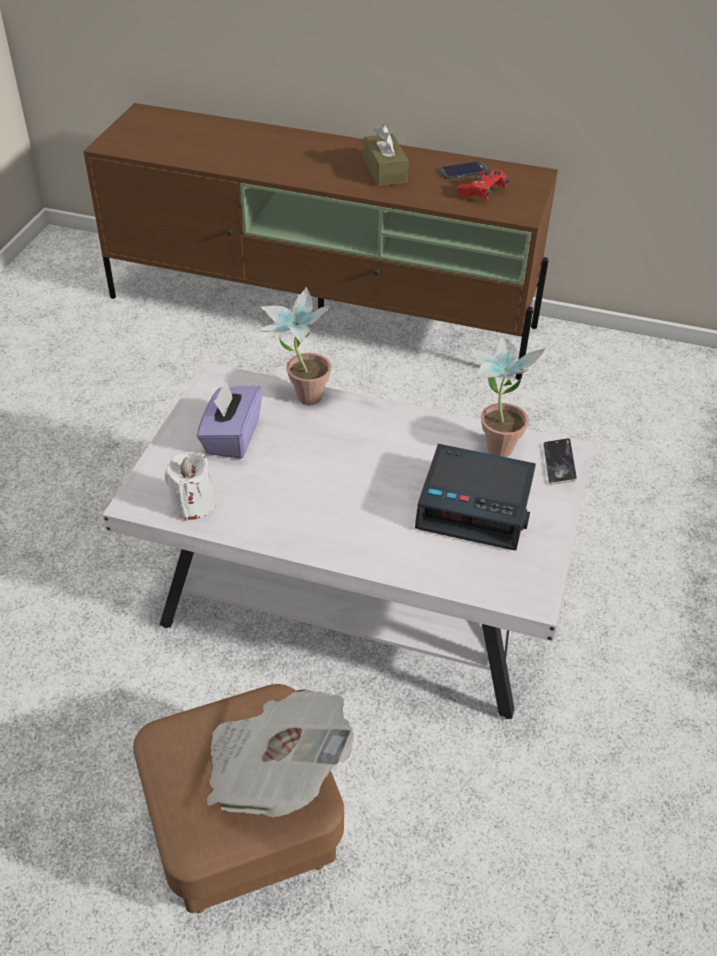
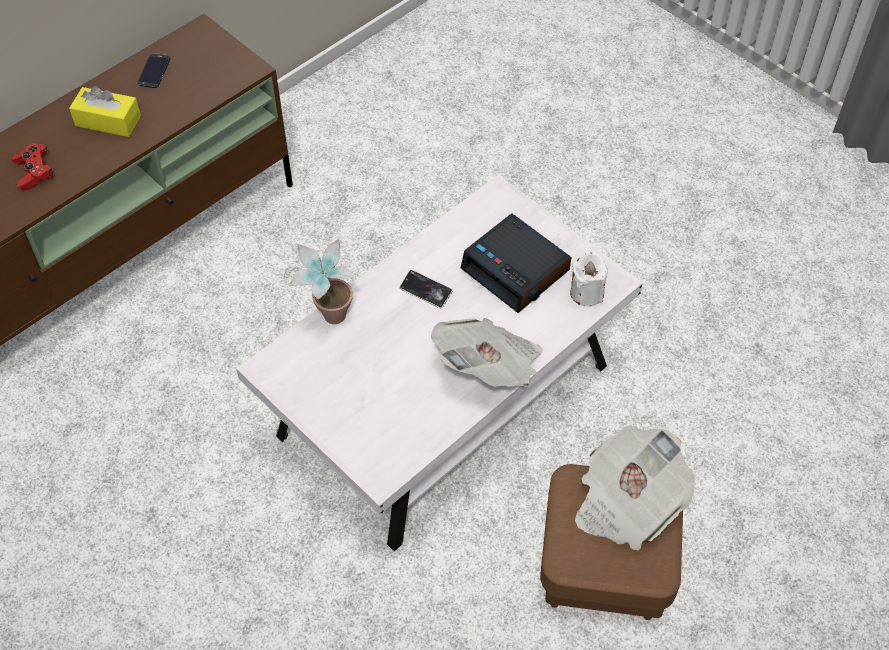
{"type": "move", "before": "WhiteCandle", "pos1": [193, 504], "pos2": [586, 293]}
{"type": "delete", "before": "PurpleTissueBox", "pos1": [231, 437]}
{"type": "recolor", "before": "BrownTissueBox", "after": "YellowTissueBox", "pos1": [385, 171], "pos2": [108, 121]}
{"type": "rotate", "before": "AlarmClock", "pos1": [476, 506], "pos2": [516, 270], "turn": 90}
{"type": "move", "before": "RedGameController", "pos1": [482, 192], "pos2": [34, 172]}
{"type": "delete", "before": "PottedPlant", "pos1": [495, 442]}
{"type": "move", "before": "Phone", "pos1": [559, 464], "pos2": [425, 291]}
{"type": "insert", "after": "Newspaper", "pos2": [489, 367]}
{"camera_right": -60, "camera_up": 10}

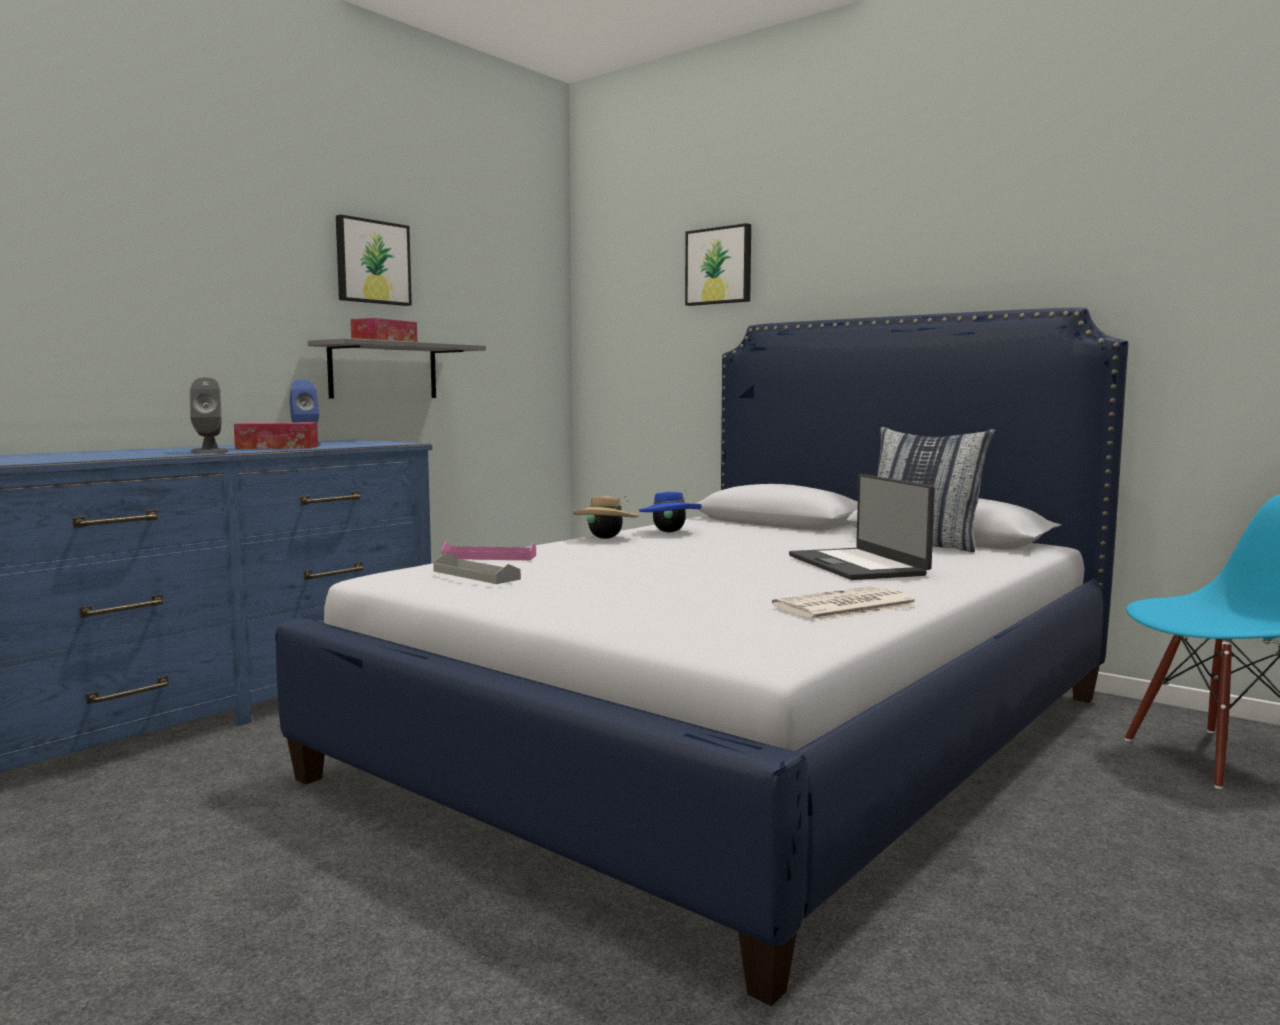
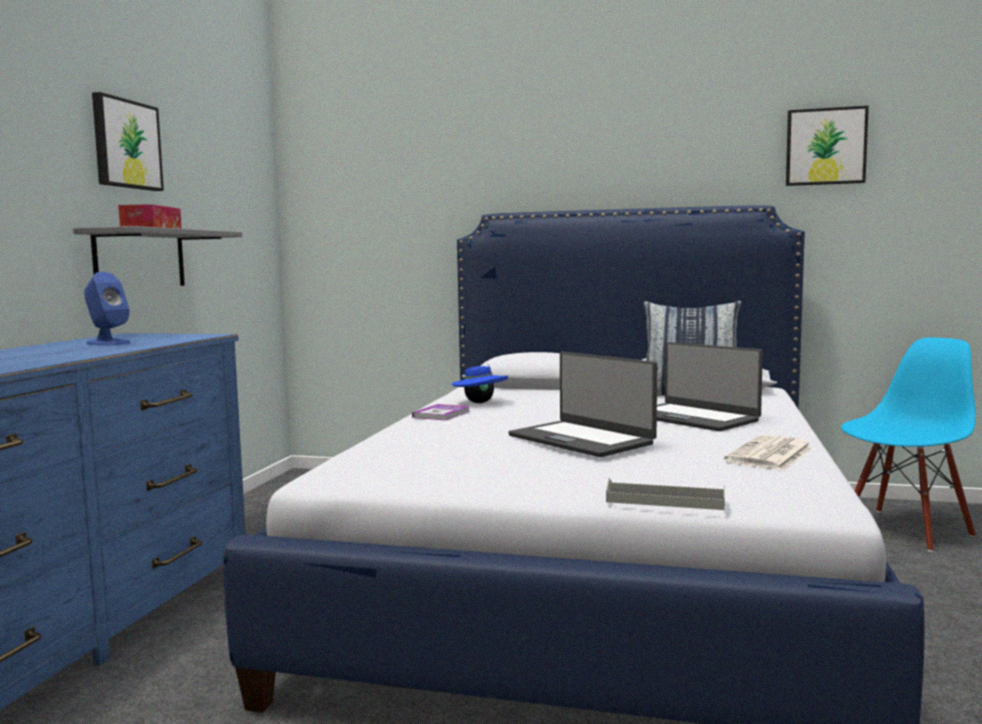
{"type": "delete", "before": "GreySpeaker", "pos1": [209, 452]}
{"type": "delete", "before": "TissueBox", "pos1": [277, 447]}
{"type": "move", "before": "GreyTray", "pos1": [476, 575], "pos2": [665, 500]}
{"type": "delete", "before": "PinkTray", "pos1": [489, 557]}
{"type": "replace", "before": "BeigeHat", "after": "Book", "pos1": [606, 538], "pos2": [441, 414]}
{"type": "move", "before": "Picture", "pos1": [719, 266], "pos2": [825, 147]}
{"type": "insert", "after": "Laptop", "pos2": [581, 439]}
{"camera_right": -25, "camera_up": 0}

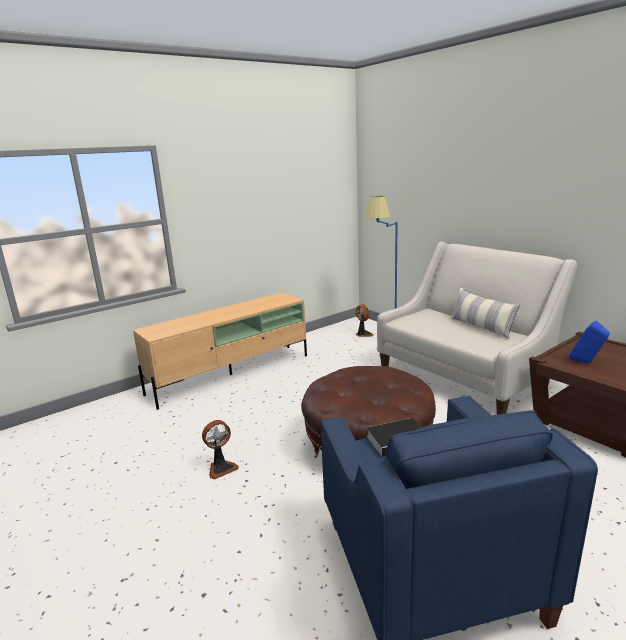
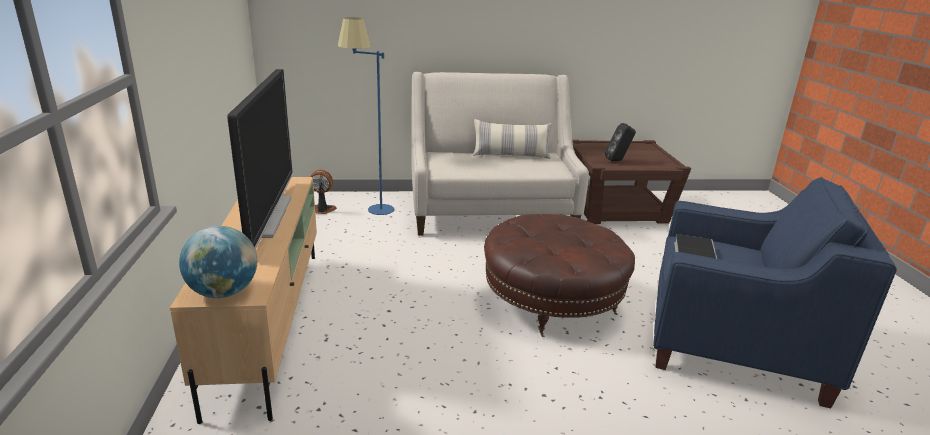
{"type": "delete", "before": "Fan", "pos1": [221, 468]}
{"type": "recolor", "before": "BlueSpeaker", "after": "BlackSpeaker", "pos1": [586, 363], "pos2": [618, 160]}
{"type": "insert", "after": "Globe", "pos2": [224, 292]}
{"type": "insert", "after": "Television", "pos2": [267, 216]}
{"camera_right": -60, "camera_up": 5}

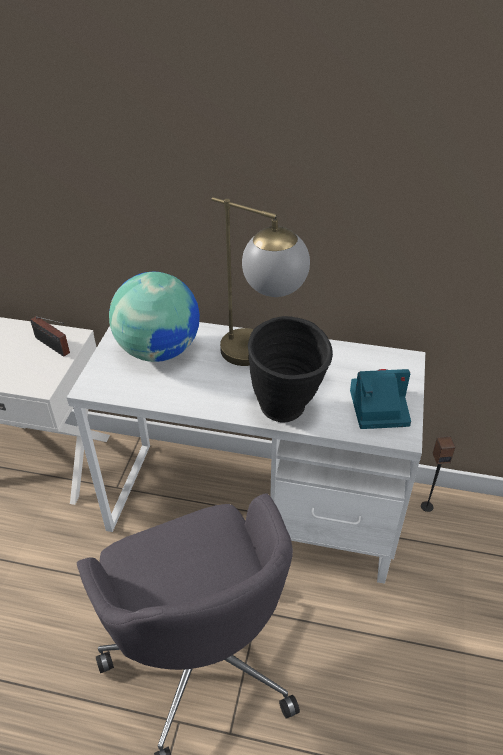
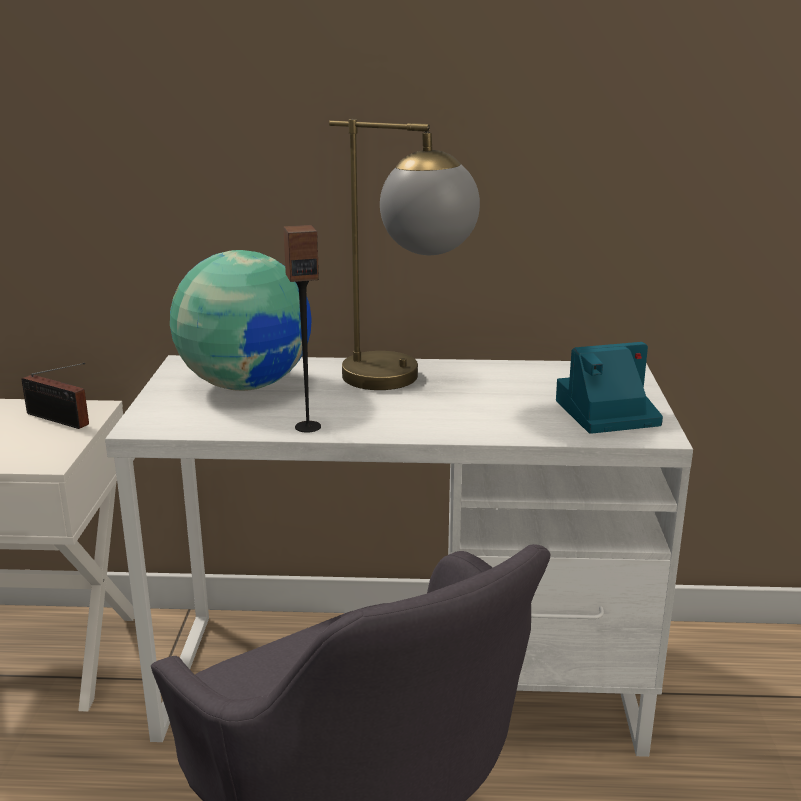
{"type": "delete", "before": "BlackVase", "pos1": [287, 413]}
{"type": "move", "before": "Speaker", "pos1": [426, 506], "pos2": [308, 427]}
{"camera_right": -10, "camera_up": -20}

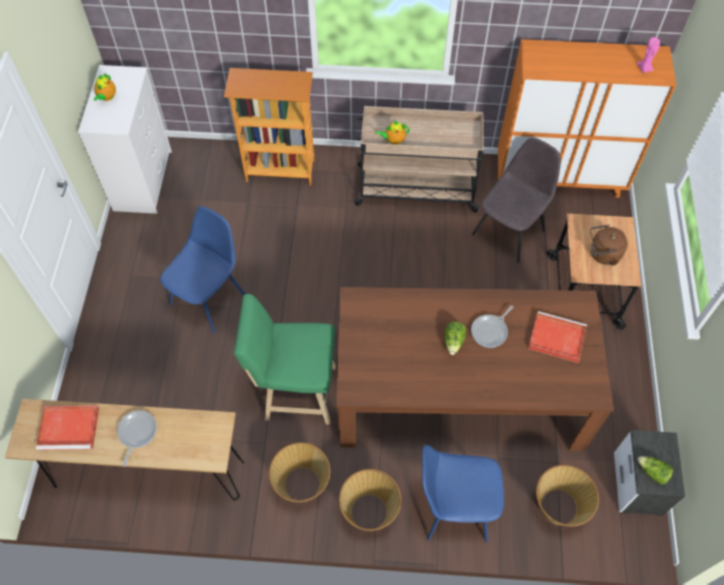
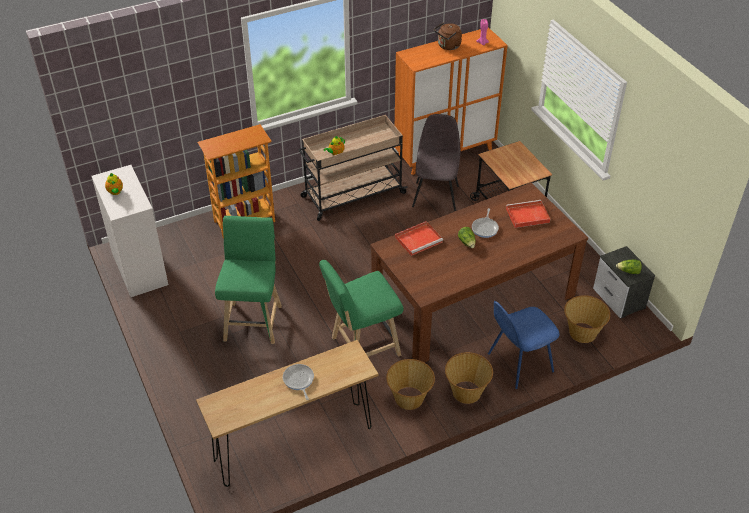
{"type": "move", "before": "RedTray", "pos1": [70, 428], "pos2": [419, 239]}
{"type": "replace", "before": "BlueChair", "after": "GreenStool", "pos1": [209, 299], "pos2": [253, 320]}
{"type": "move", "before": "BrownKettle", "pos1": [602, 254], "pos2": [448, 46]}
{"camera_right": -30, "camera_up": -15}

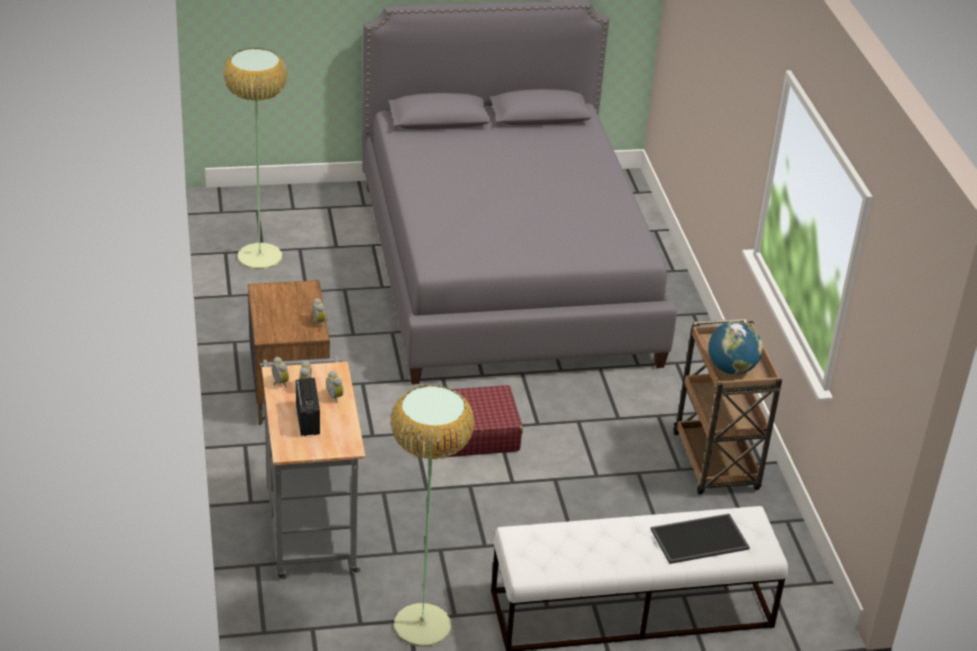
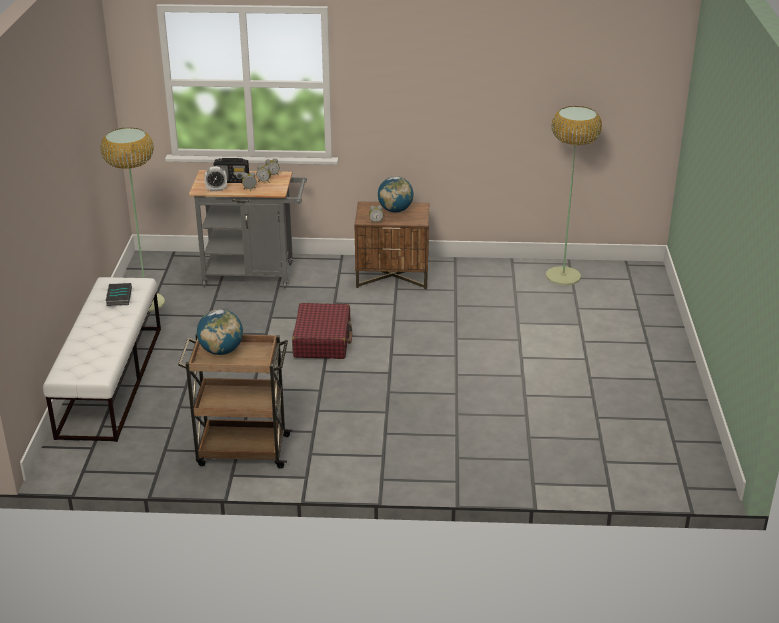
{"type": "delete", "before": "GreyBed", "pos1": [506, 270]}
{"type": "delete", "before": "Tray", "pos1": [699, 540]}
{"type": "insert", "after": "Book", "pos2": [118, 297]}
{"type": "insert", "after": "AlarmClock", "pos2": [216, 189]}
{"type": "insert", "after": "Globe", "pos2": [395, 210]}
{"camera_right": 105, "camera_up": -5}

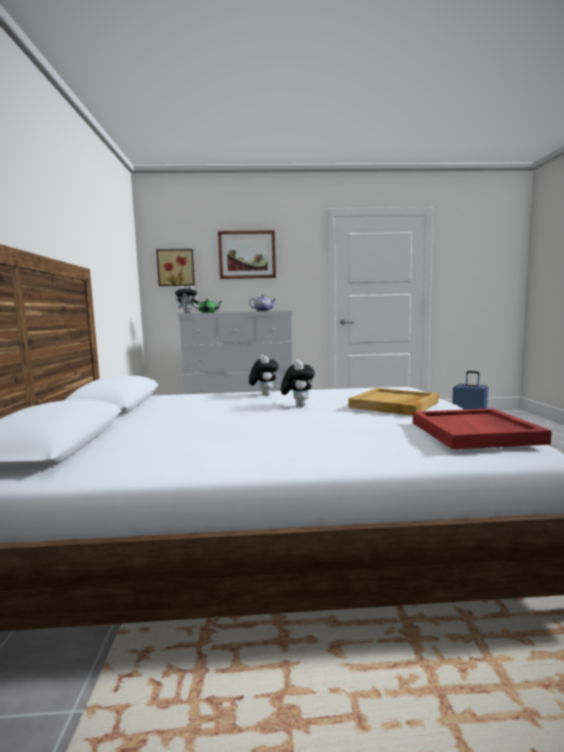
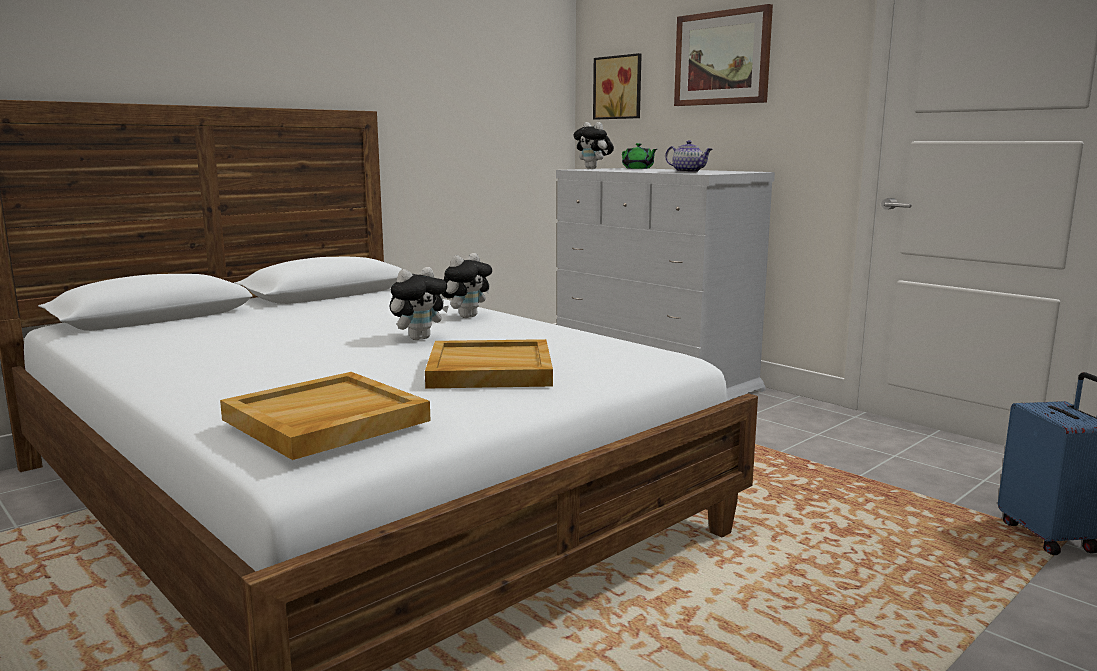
{"type": "recolor", "before": "RedTray", "after": "BeigeTray", "pos1": [476, 433], "pos2": [325, 421]}
{"camera_right": 50, "camera_up": 5}

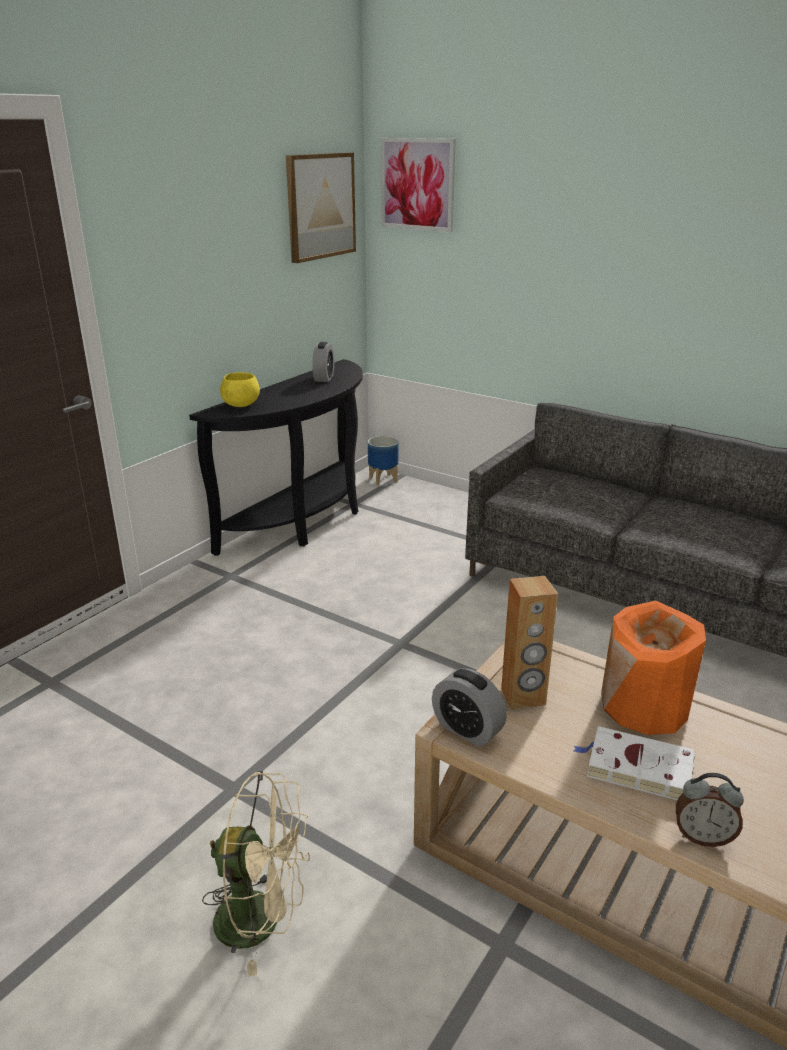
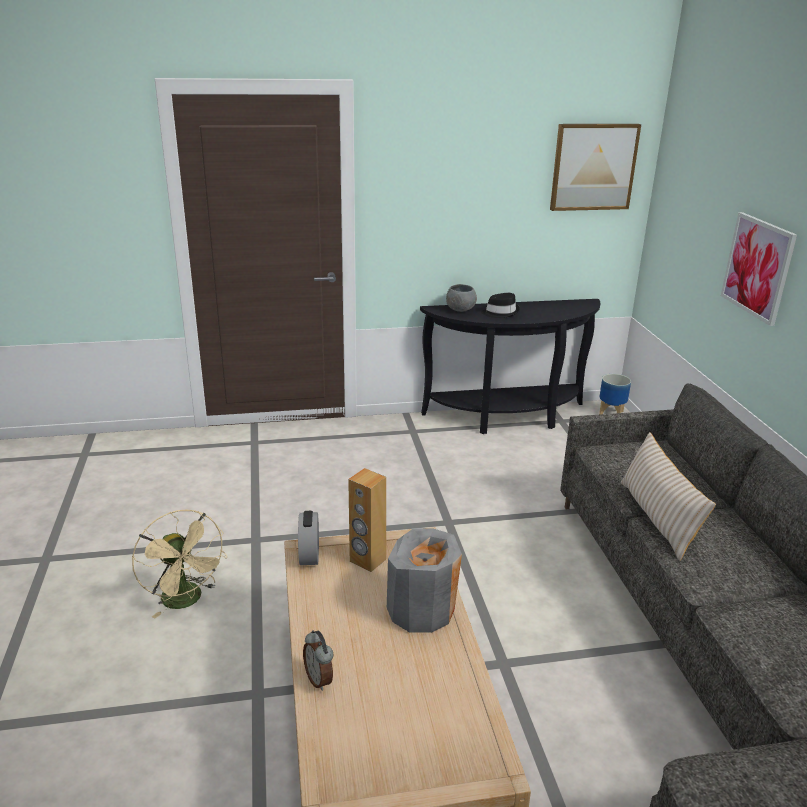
{"type": "recolor", "before": "YellowBowl", "after": "GreyBowl", "pos1": [240, 405], "pos2": [460, 310]}
{"type": "delete", "before": "AlarmClock", "pos1": [324, 378]}
{"type": "move", "before": "Picture", "pos1": [417, 184], "pos2": [758, 267]}
{"type": "delete", "before": "WhiteBook", "pos1": [636, 768]}
{"type": "recolor", "before": "OrangeVase", "after": "GreyVase", "pos1": [644, 705], "pos2": [422, 609]}
{"type": "insert", "after": "BlackHat", "pos2": [500, 312]}
{"type": "insert", "after": "BeigePillow", "pos2": [657, 518]}
{"camera_right": 45, "camera_up": 0}

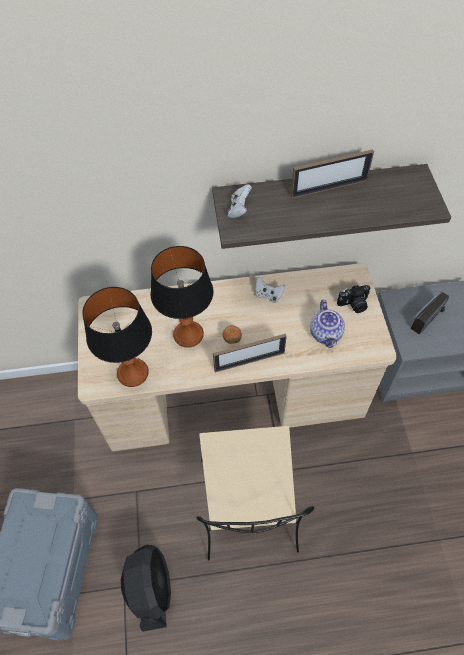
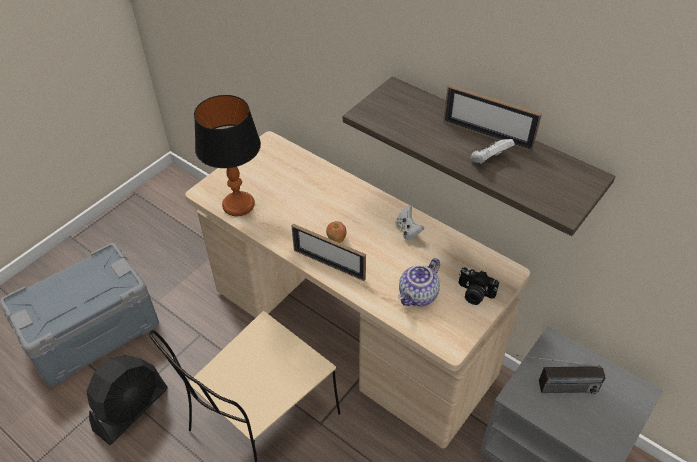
{"type": "delete", "before": "TableLamp", "pos1": [189, 334]}
{"type": "move", "before": "WhiteGameController", "pos1": [239, 209], "pos2": [489, 160]}
{"camera_right": 45, "camera_up": -10}

